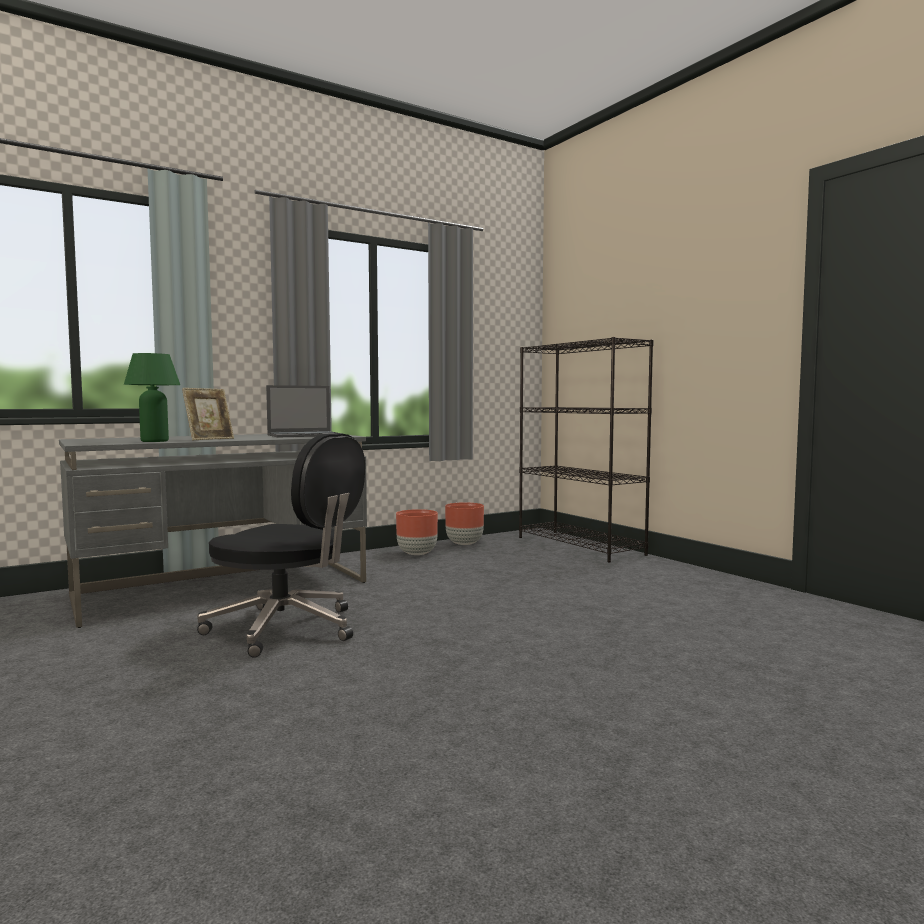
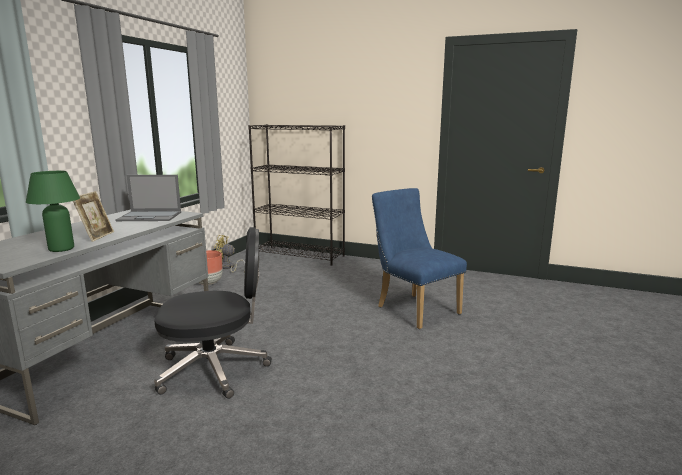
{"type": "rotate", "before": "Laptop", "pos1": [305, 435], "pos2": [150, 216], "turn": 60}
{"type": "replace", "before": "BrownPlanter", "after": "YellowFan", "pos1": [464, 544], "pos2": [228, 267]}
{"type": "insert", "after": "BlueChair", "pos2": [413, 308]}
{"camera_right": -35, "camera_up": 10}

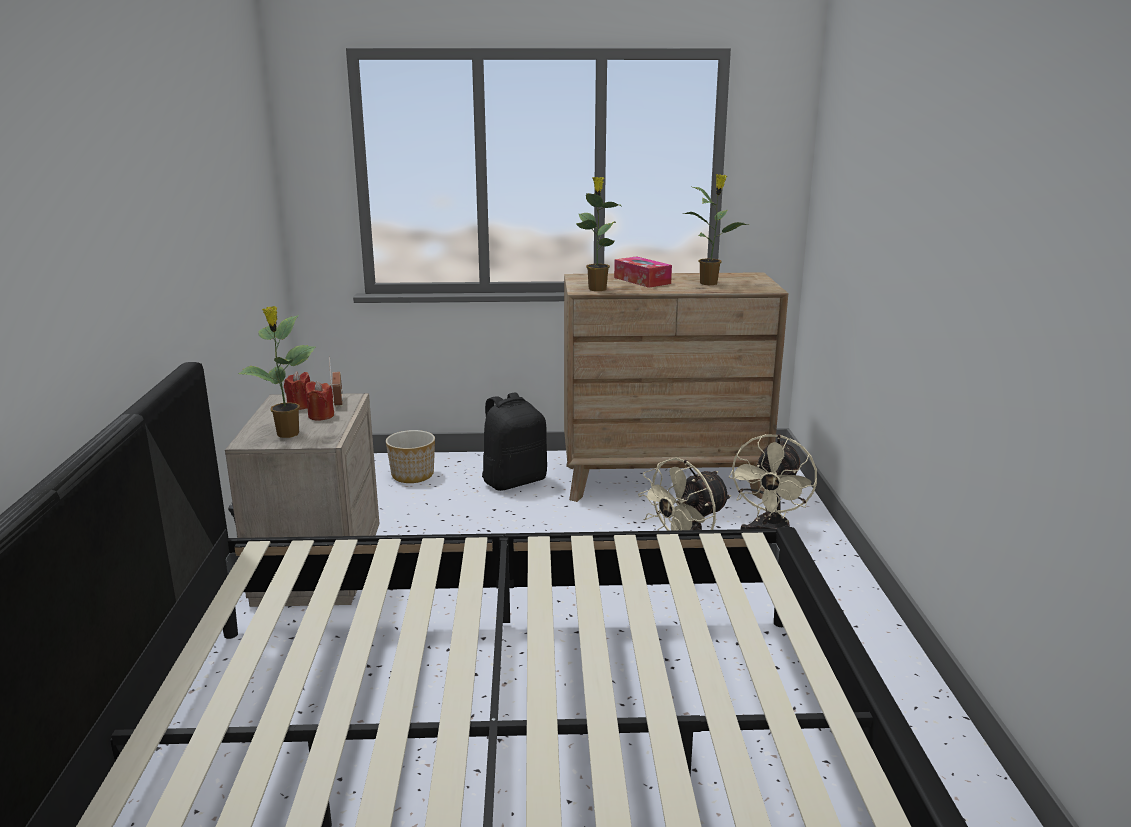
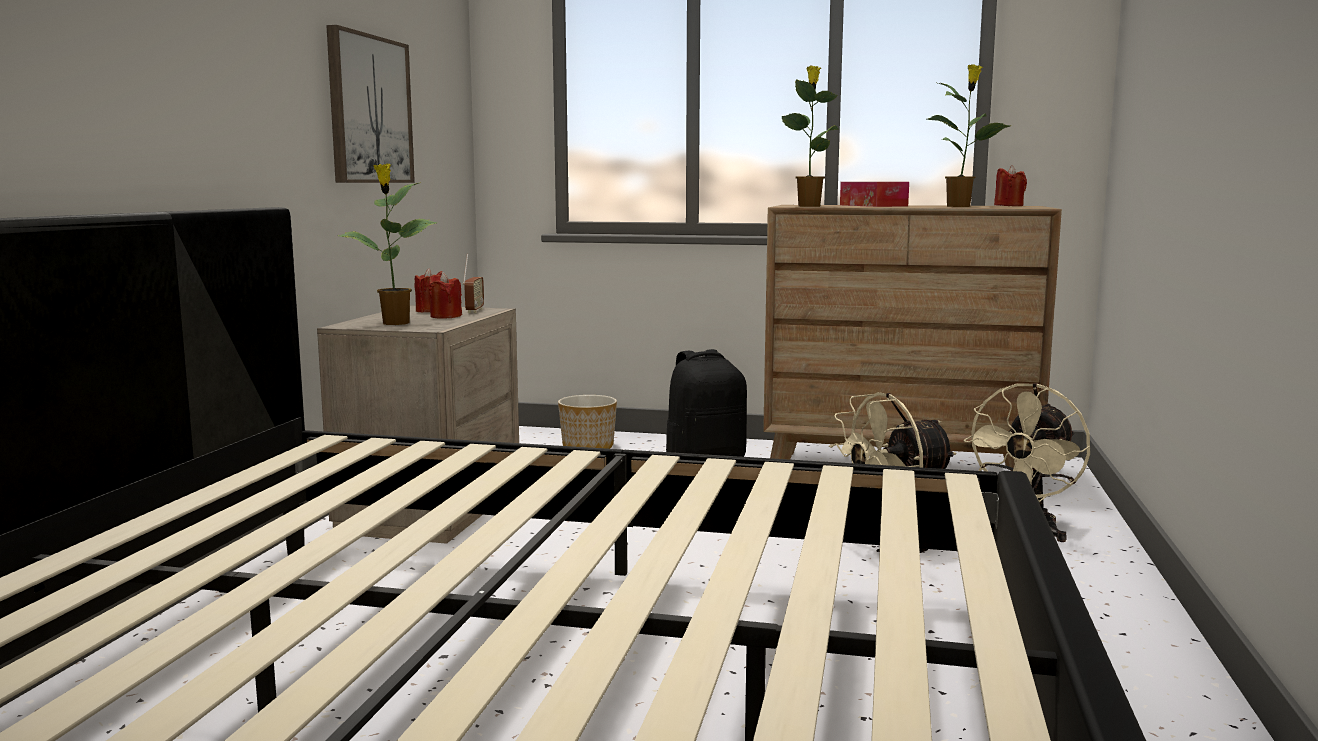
{"type": "insert", "after": "Picture", "pos2": [369, 110]}
{"type": "insert", "after": "RedCandle", "pos2": [1009, 206]}
{"camera_right": 15, "camera_up": -10}

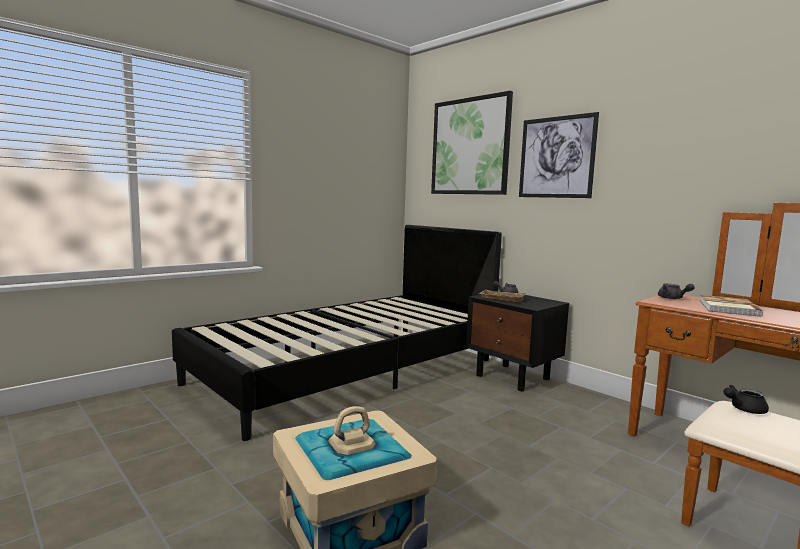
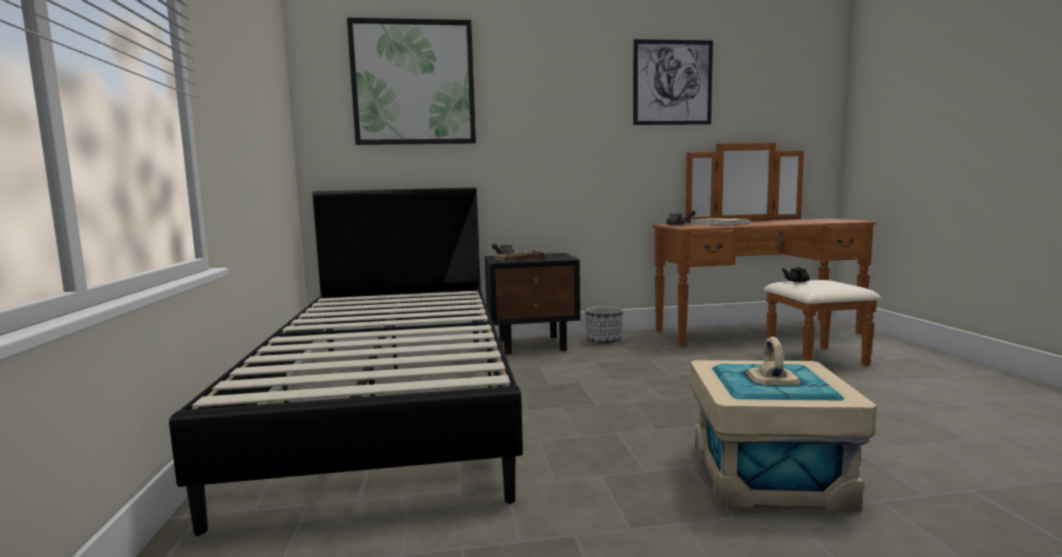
{"type": "move", "before": "Picture", "pos1": [556, 157], "pos2": [672, 82]}
{"type": "insert", "after": "Planter", "pos2": [604, 340]}
{"camera_right": -55, "camera_up": 0}

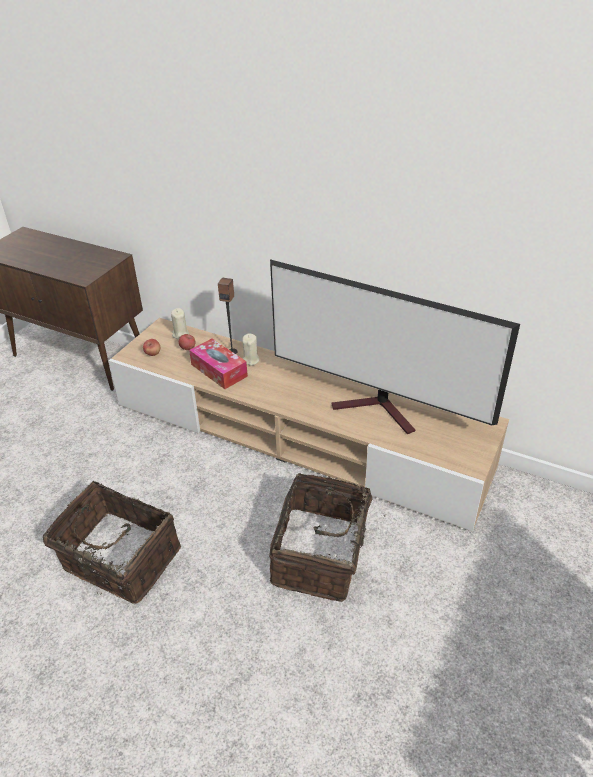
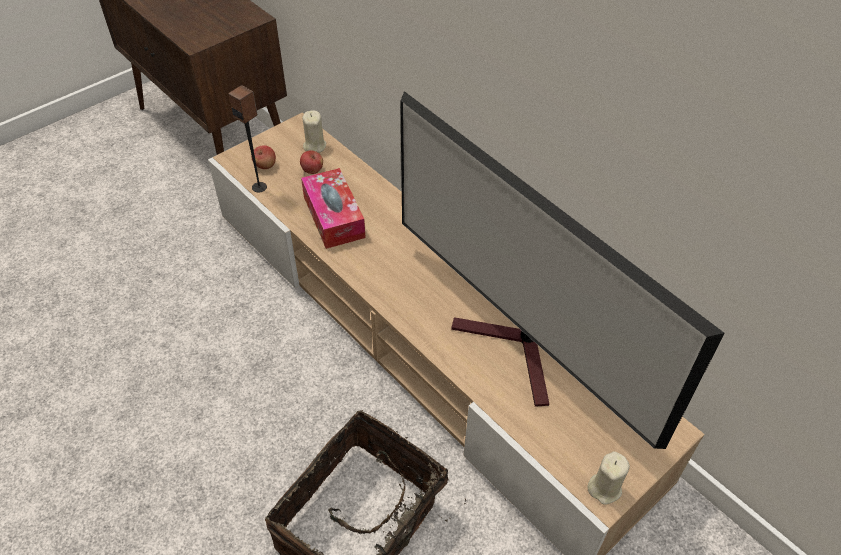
{"type": "delete", "before": "Basket", "pos1": [119, 562]}
{"type": "move", "before": "Speaker", "pos1": [232, 351], "pos2": [259, 187]}
{"type": "move", "before": "BeigeCandle", "pos1": [250, 360], "pos2": [604, 488]}
{"camera_right": 20, "camera_up": 10}

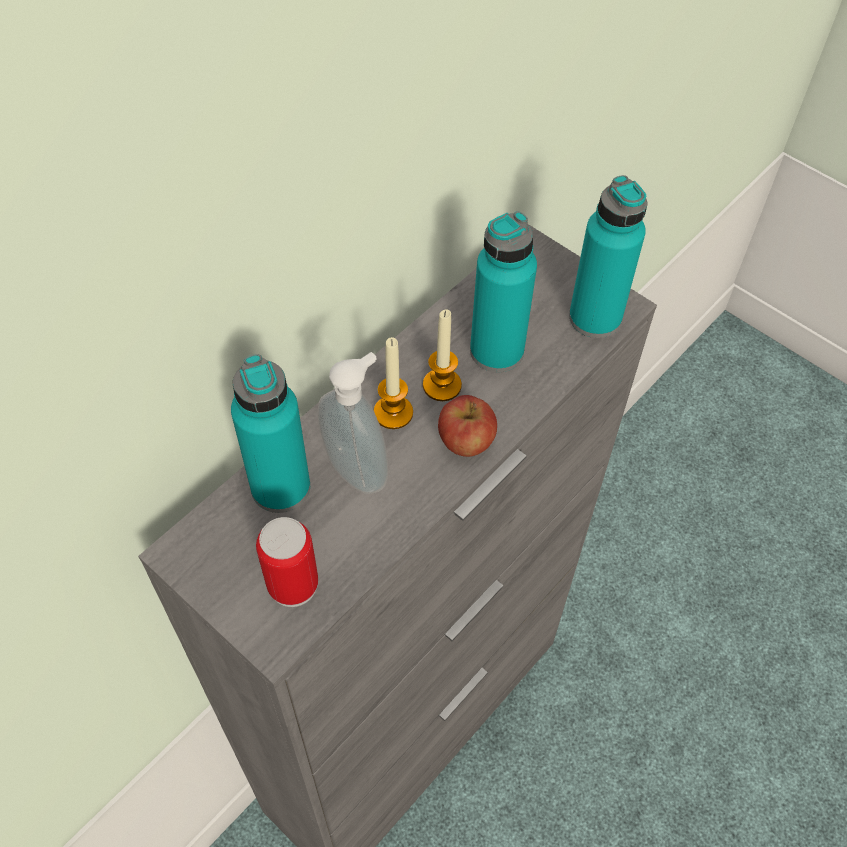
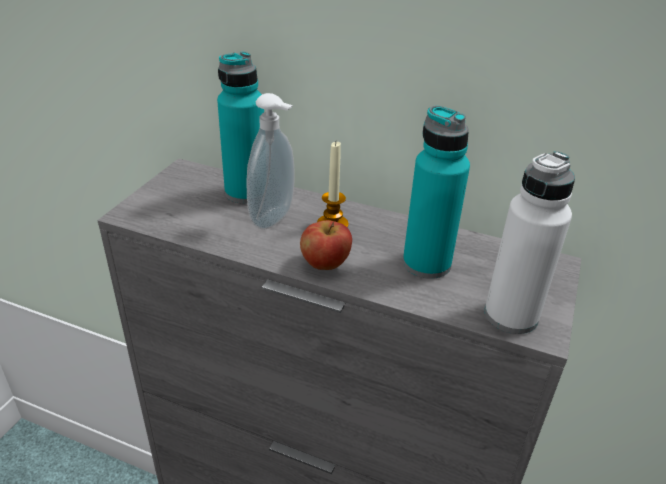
{"type": "delete", "before": "Can", "pos1": [293, 584]}
{"type": "delete", "before": "Candle", "pos1": [442, 385]}
{"type": "recolor", "before": "TurquoiseBottle", "after": "WhiteBottle", "pos1": [595, 318], "pos2": [511, 315]}
{"camera_right": 70, "camera_up": -20}

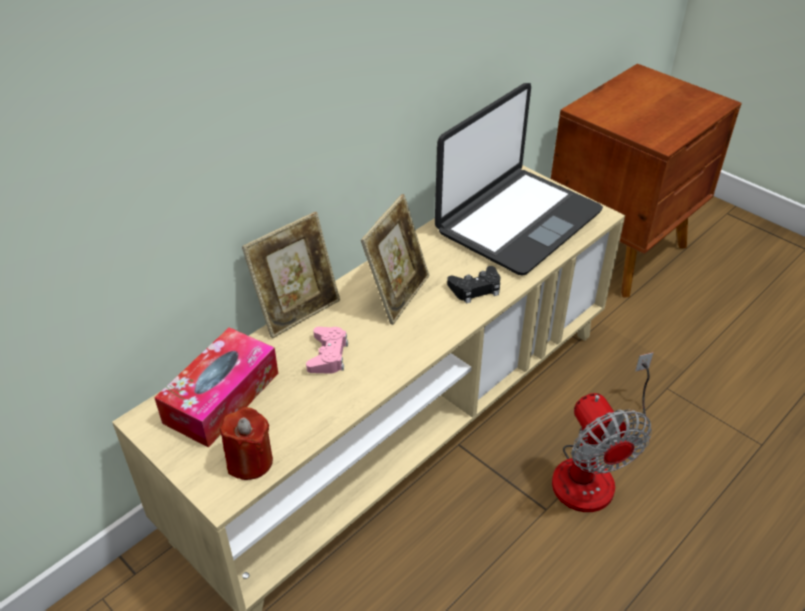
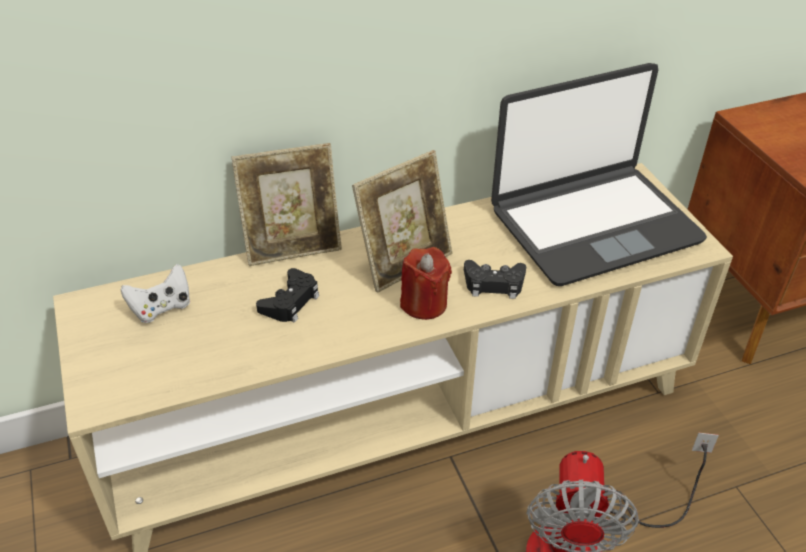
{"type": "replace", "before": "TissueBox", "after": "WhiteGameController", "pos1": [221, 397], "pos2": [162, 308]}
{"type": "move", "before": "RedCandle", "pos1": [250, 461], "pos2": [424, 303]}
{"type": "recolor", "before": "PinkGameController", "after": "BlackGameController", "pos1": [328, 355], "pos2": [290, 302]}
{"camera_right": 25, "camera_up": 0}

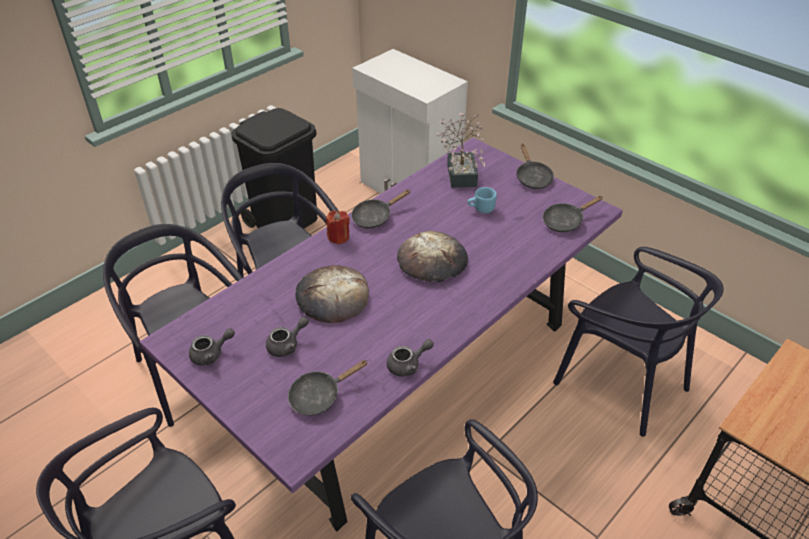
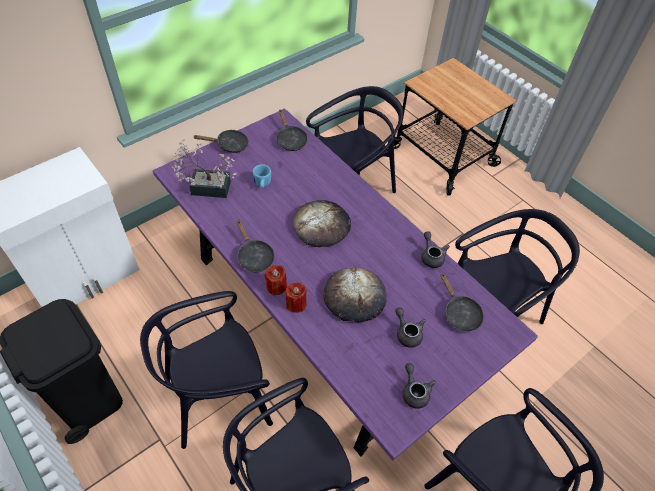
{"type": "insert", "after": "RedCandle", "pos2": [296, 304]}
{"camera_right": -85, "camera_up": 10}

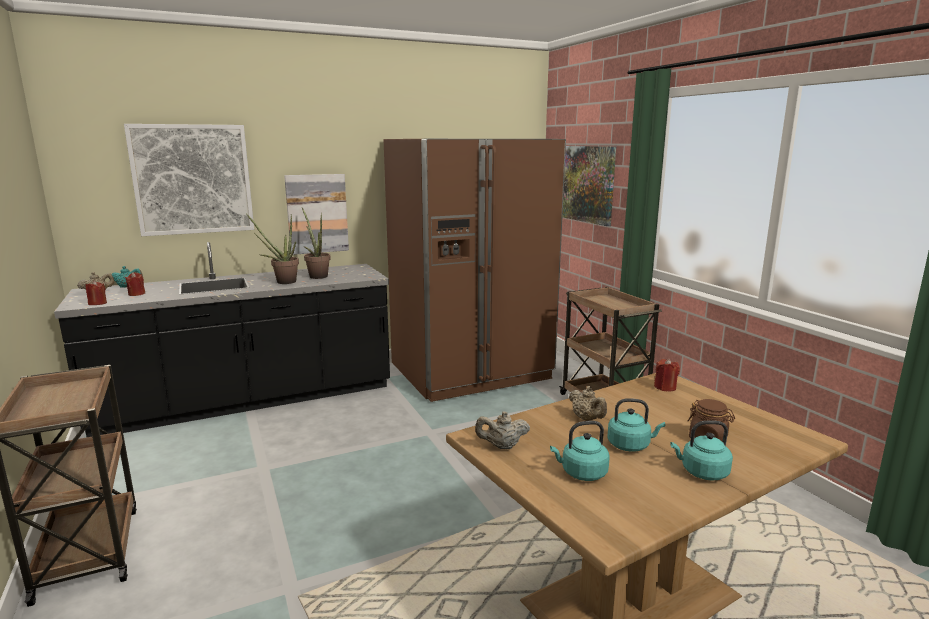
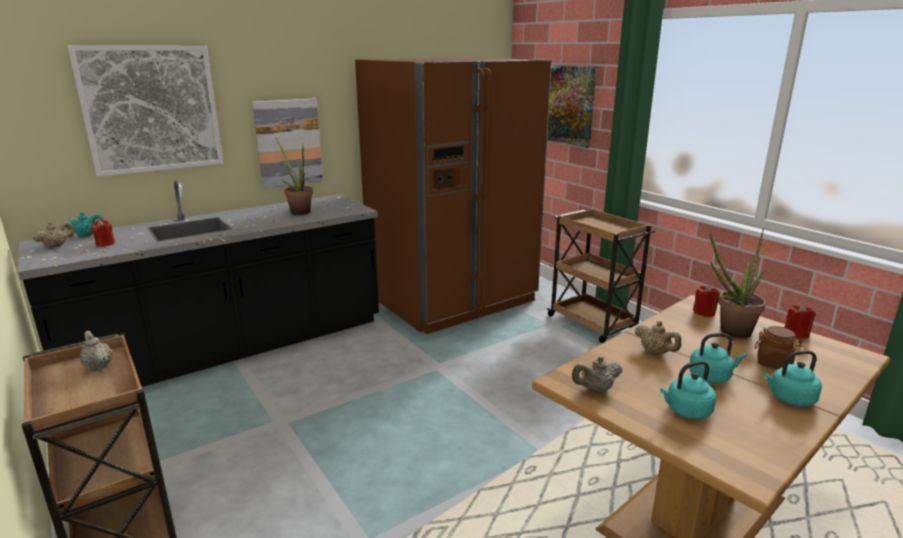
{"type": "move", "before": "RedCandle", "pos1": [97, 303], "pos2": [796, 333]}
{"type": "move", "before": "PottedPlant", "pos1": [282, 282], "pos2": [729, 332]}
{"type": "insert", "after": "BeigeTeapot", "pos2": [98, 366]}
{"camera_right": -10, "camera_up": 5}

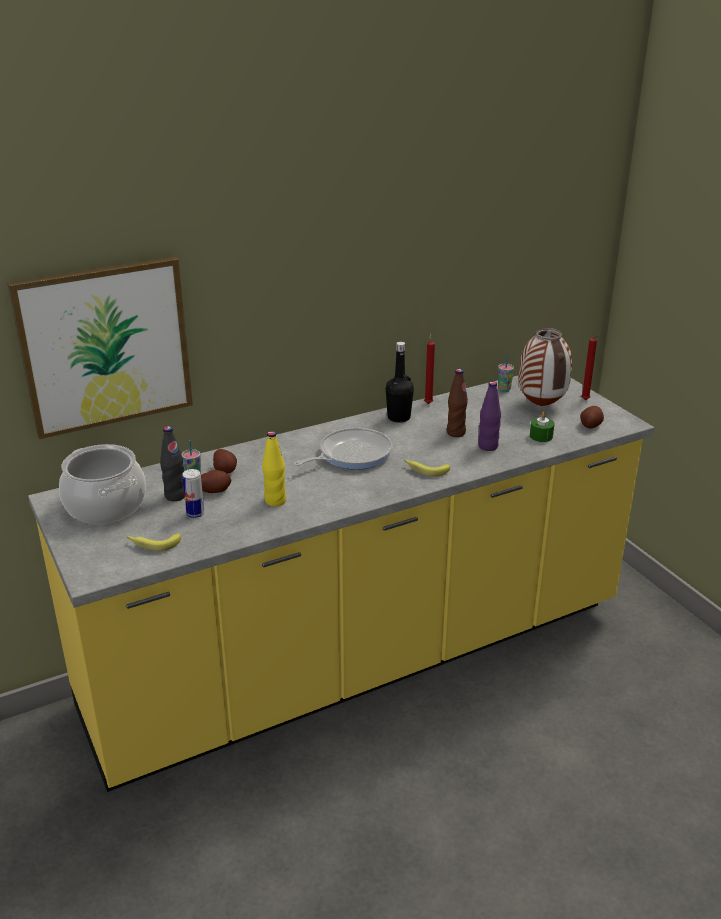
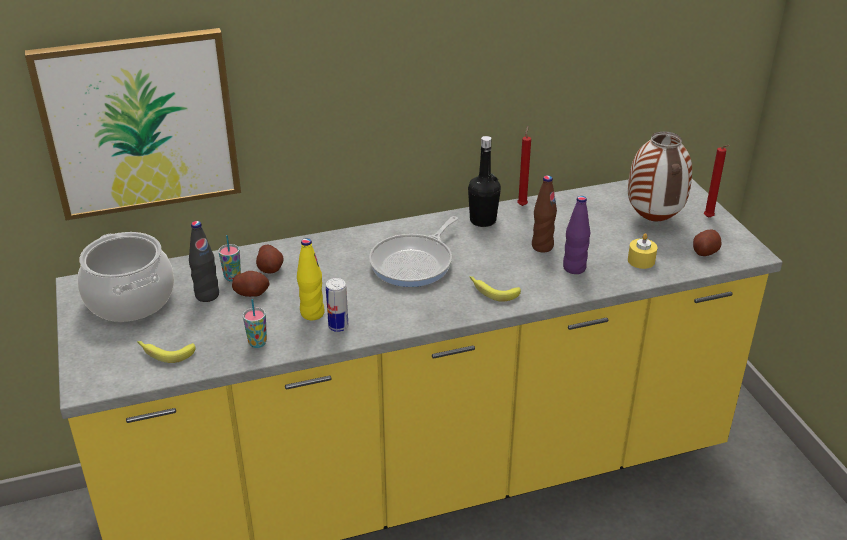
{"type": "move", "before": "Can", "pos1": [195, 514], "pos2": [338, 326]}
{"type": "rotate", "before": "FryingPan", "pos1": [351, 455], "pos2": [414, 263], "turn": 150}
{"type": "move", "before": "Cup", "pos1": [504, 390], "pos2": [257, 343]}
{"type": "recolor", "before": "GreenCandle", "after": "YellowCandle", "pos1": [541, 436], "pos2": [641, 260]}
{"camera_right": 10, "camera_up": 5}

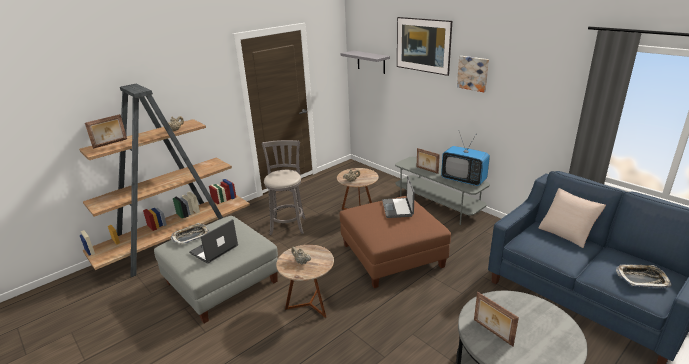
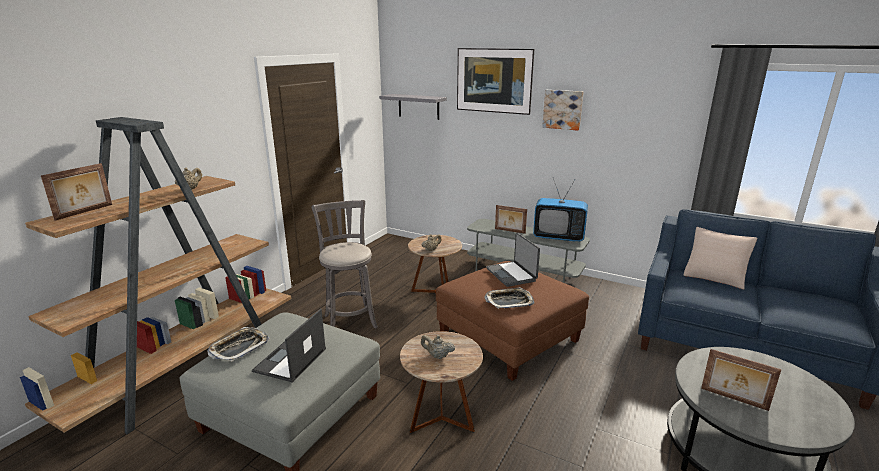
{"type": "move", "before": "Tray", "pos1": [642, 278], "pos2": [509, 301]}
{"camera_right": -20, "camera_up": -5}

